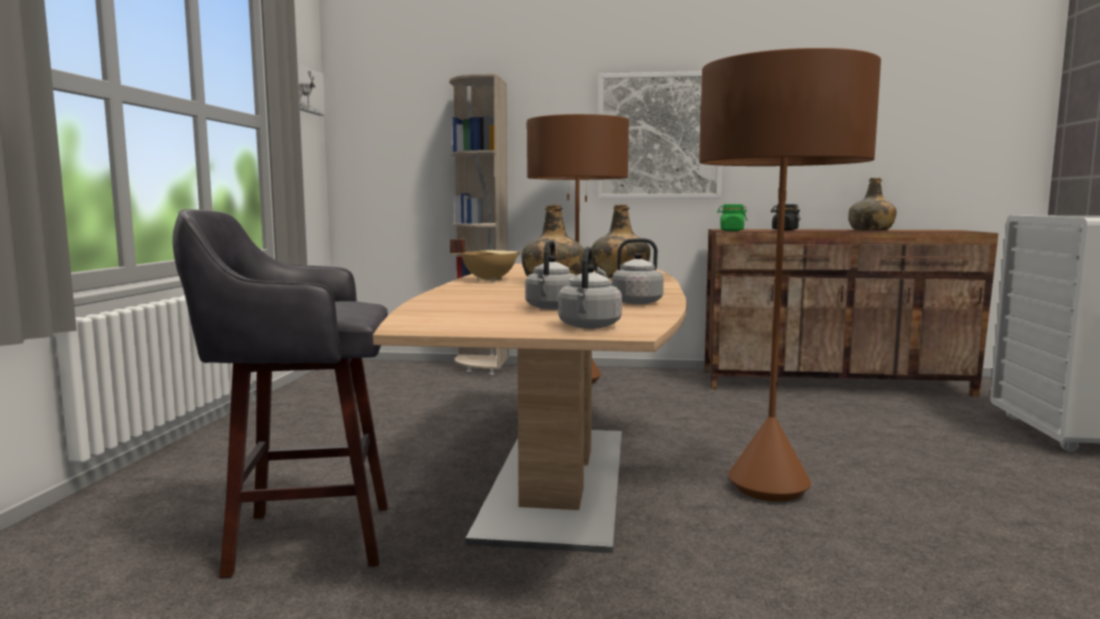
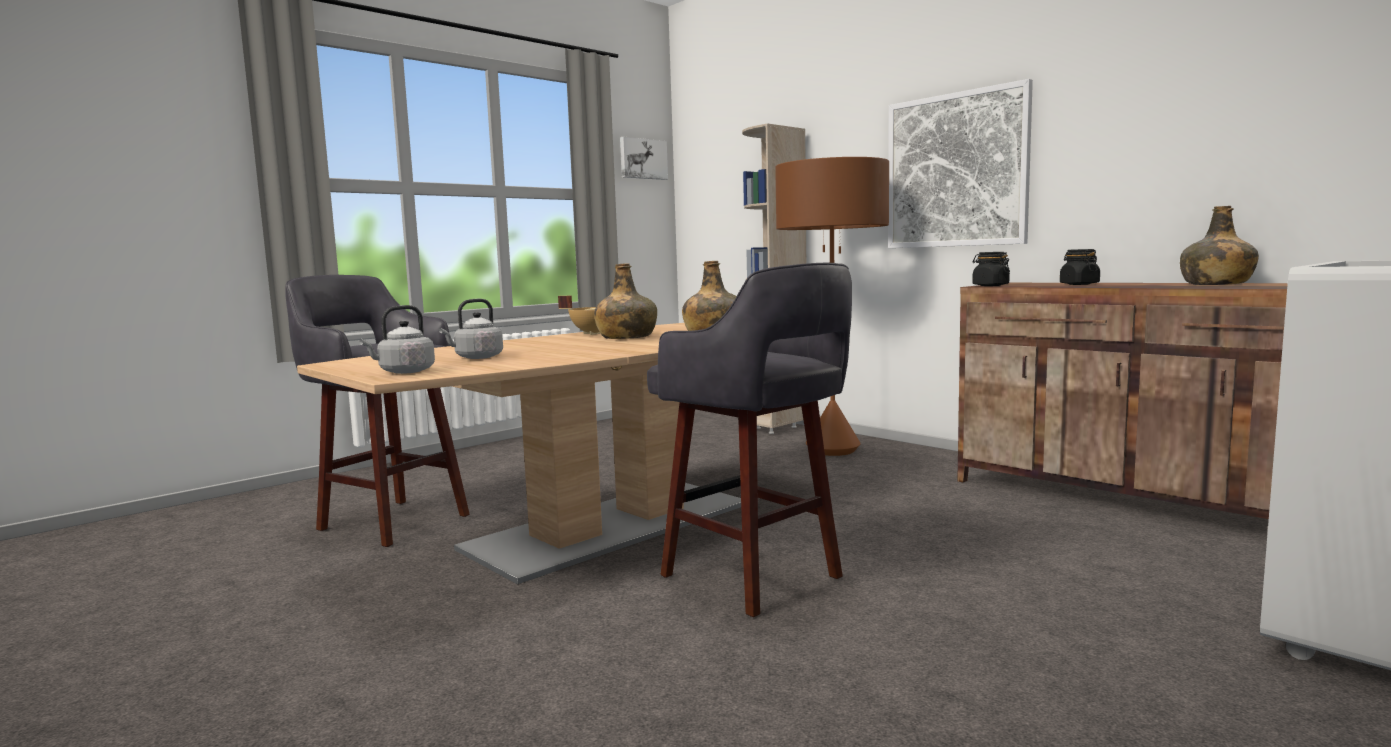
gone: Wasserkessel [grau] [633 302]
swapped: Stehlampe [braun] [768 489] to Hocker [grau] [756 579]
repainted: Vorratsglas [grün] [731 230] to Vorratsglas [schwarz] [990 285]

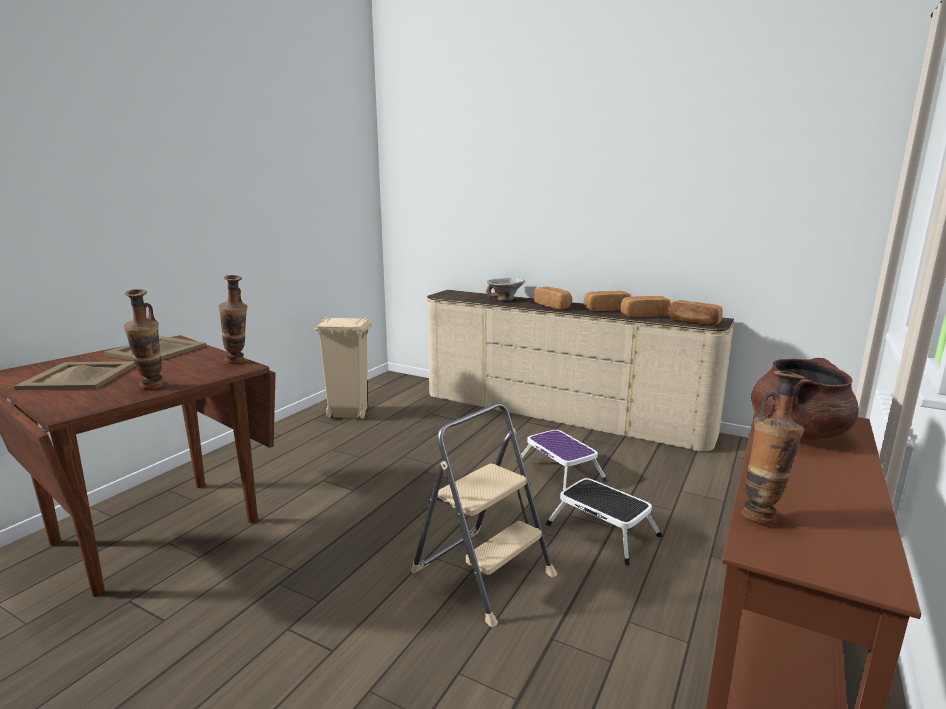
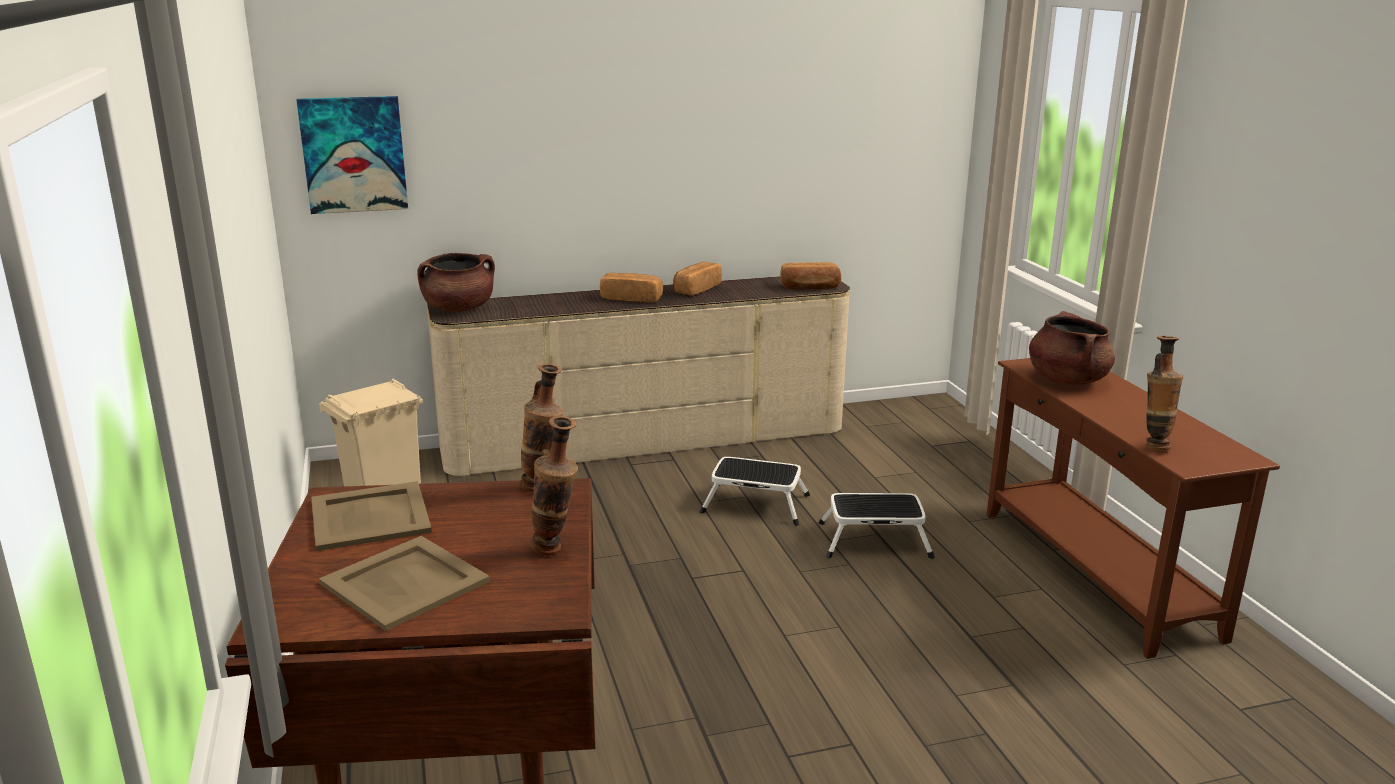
gone: Schüssel [505 300]; Brot [644 315]; Trittleiter [beige] [479 570]
new: Bild [354 154]; Kochtopf [braun] [459 309]
repainted: Trittleiter [lila] [559 471] to Trittleiter [schwarz] [755 504]

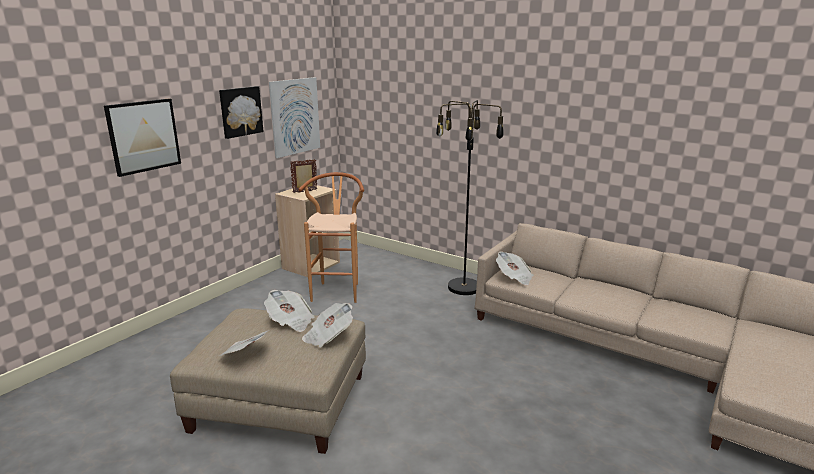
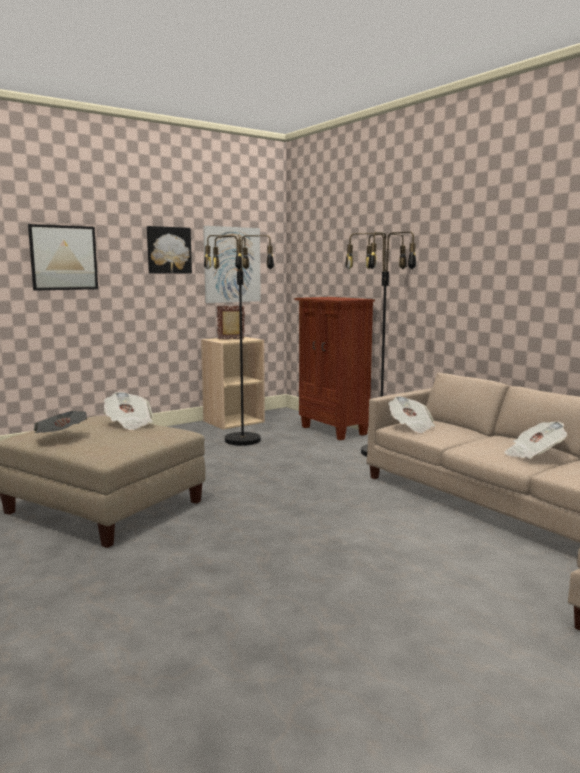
new: Schrank [braun] [332 431]
shifted: Zeitung [328 336] to [533 454]
swapped: Hocker [braun] [337 290] to Stehlampe [241 440]

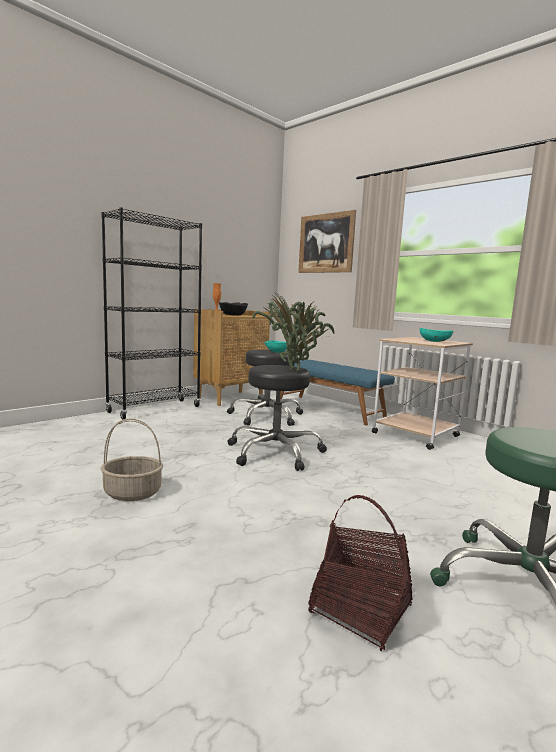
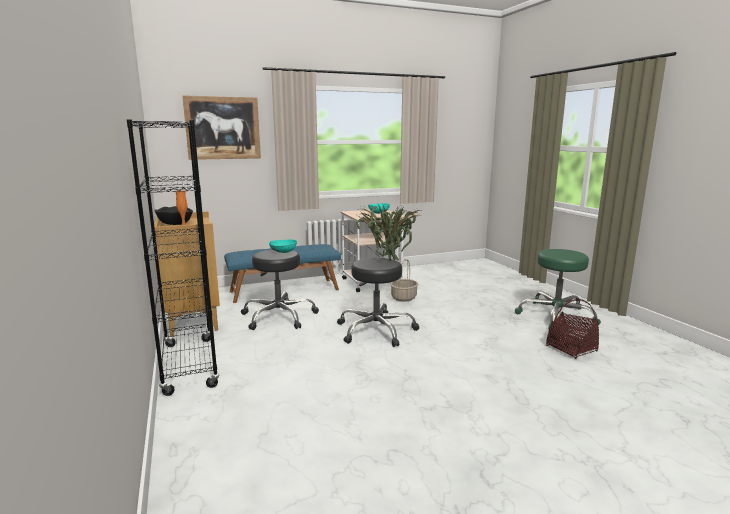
shifted: Korb [133 493] to [403 297]

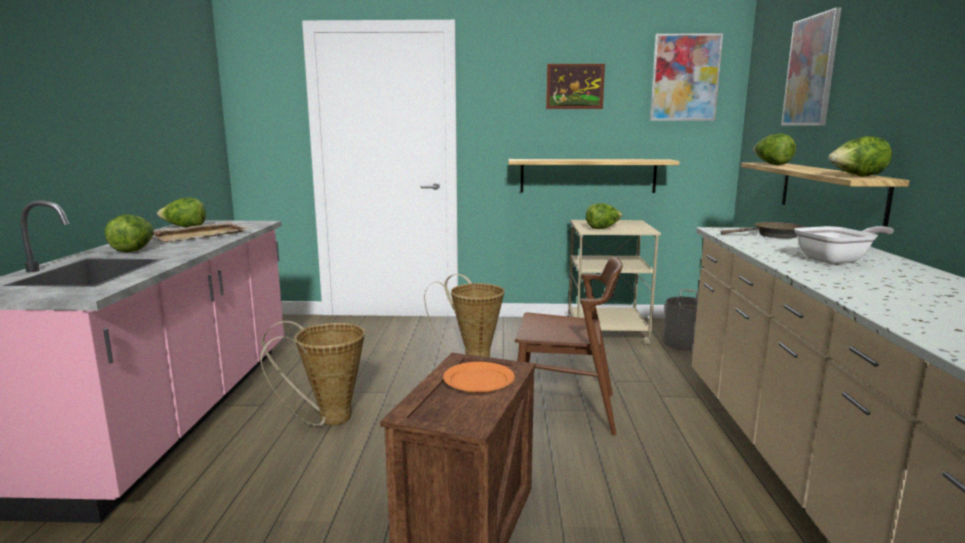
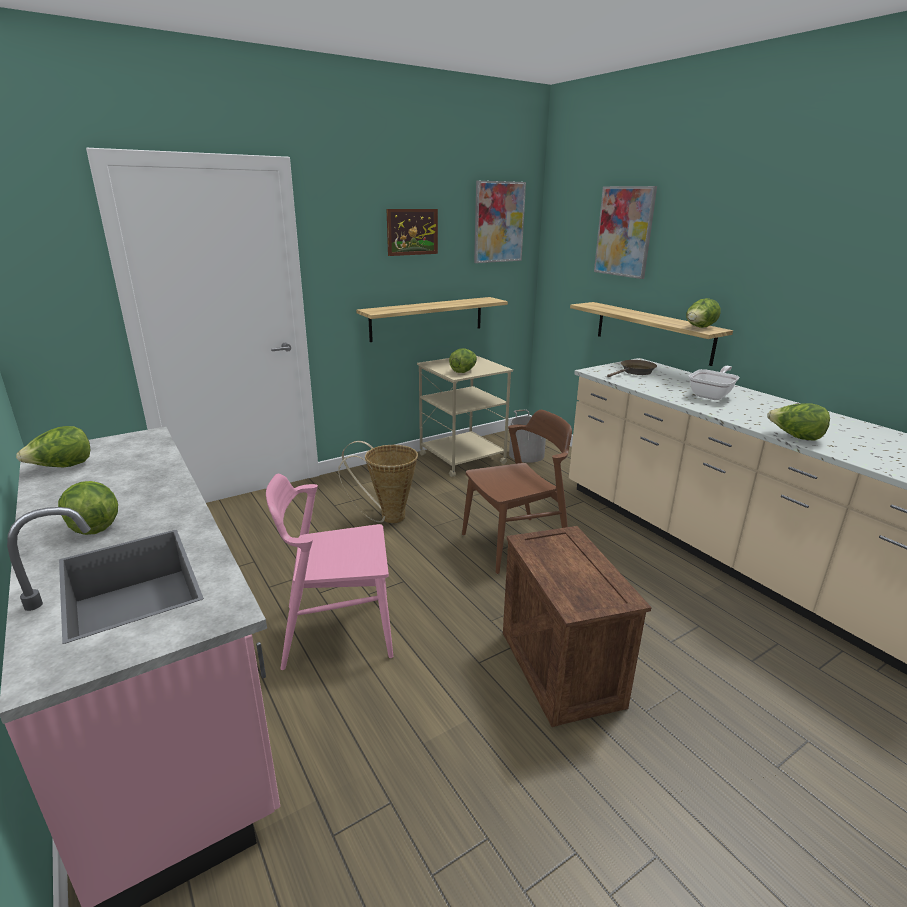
gone: Tablett [beige] [200 235]; Teller [orange] [478 380]
shifted: Salatkopf [771 164] to [795 437]
swapped: Korb [327 419] to Stuhl [rosa] [337 630]

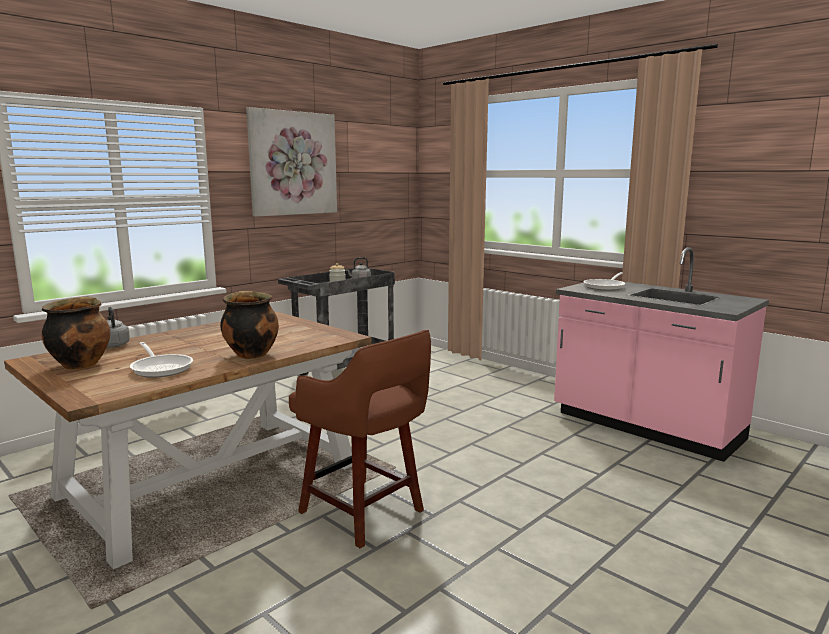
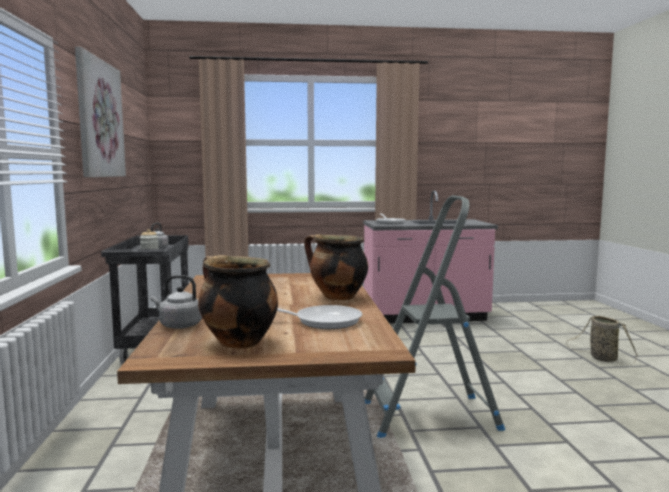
new: Korb [601 358]
swapped: Hocker [braun] [364 514] to Trittleiter [grau] [428 416]

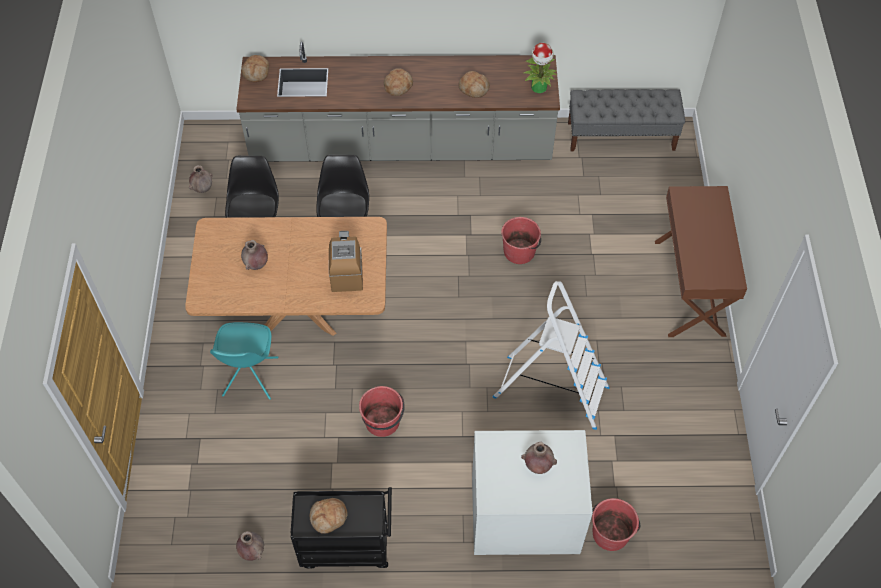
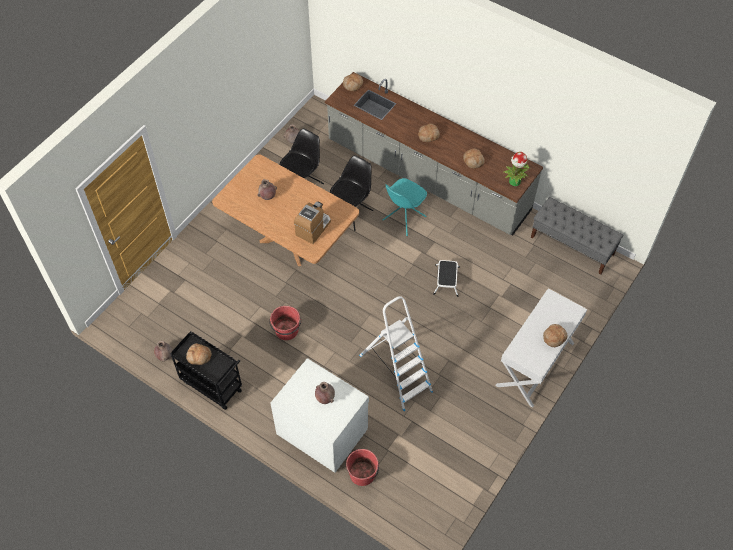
new: Brot [554 337]
shifted: Stuhl [türkis] [250 378] to [403 219]
swapped: Eimer [rot] [519 251] to Trittleiter [schwarz] [446 280]
repainted: Konsolentisch [braun] [690 287] to Konsolentisch [weiß] [535 364]

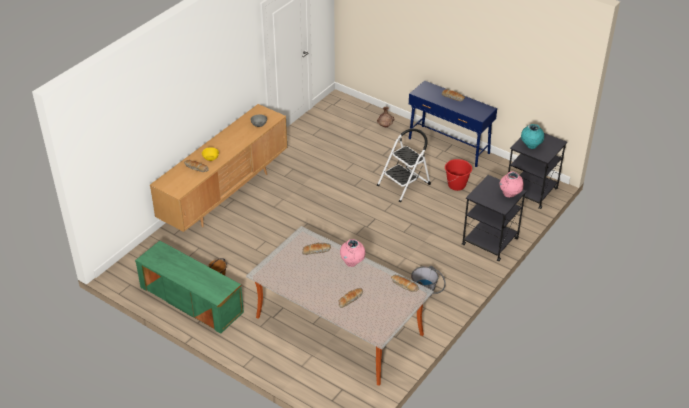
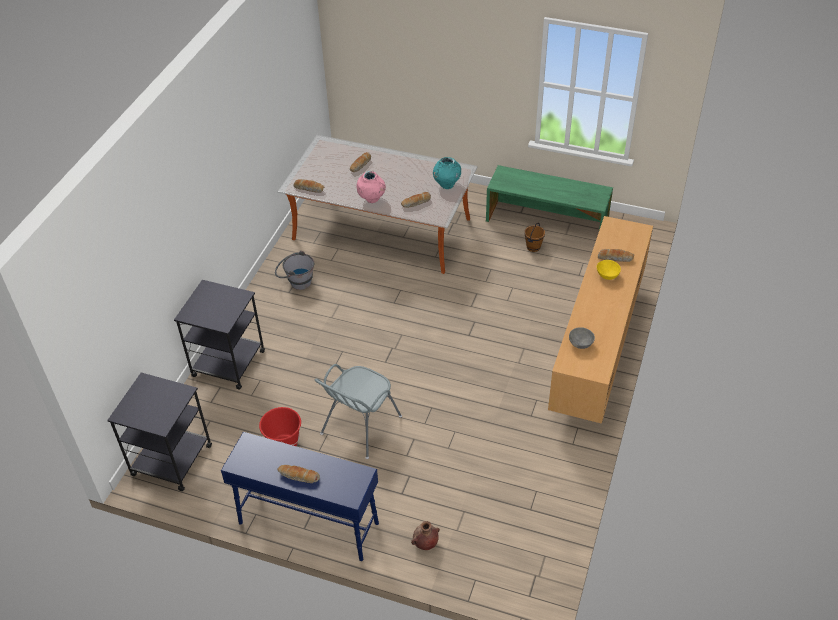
gone: Vase [rosa] [510 194]
shifted: Vase [türkis] [531 146] to [446 185]
swapped: Trittleiter [405 184] to Stuhl [grau] [359 427]

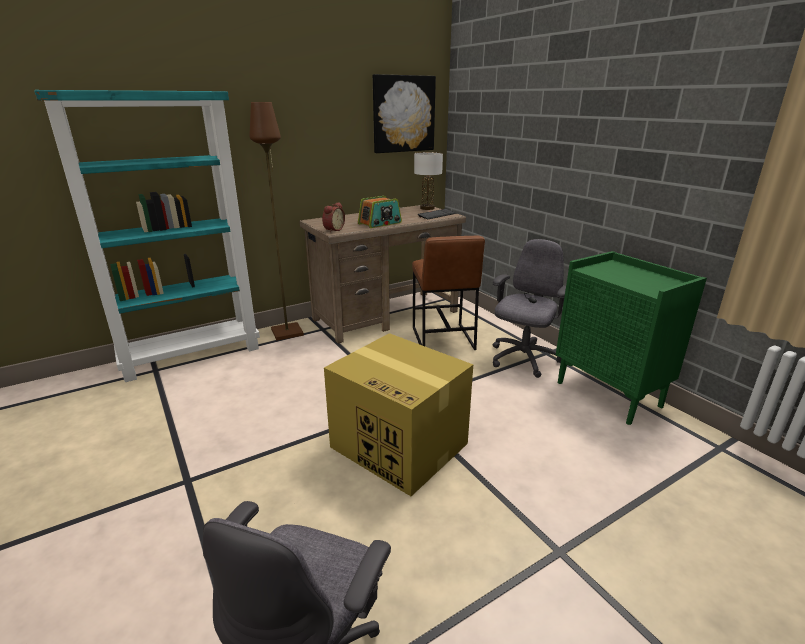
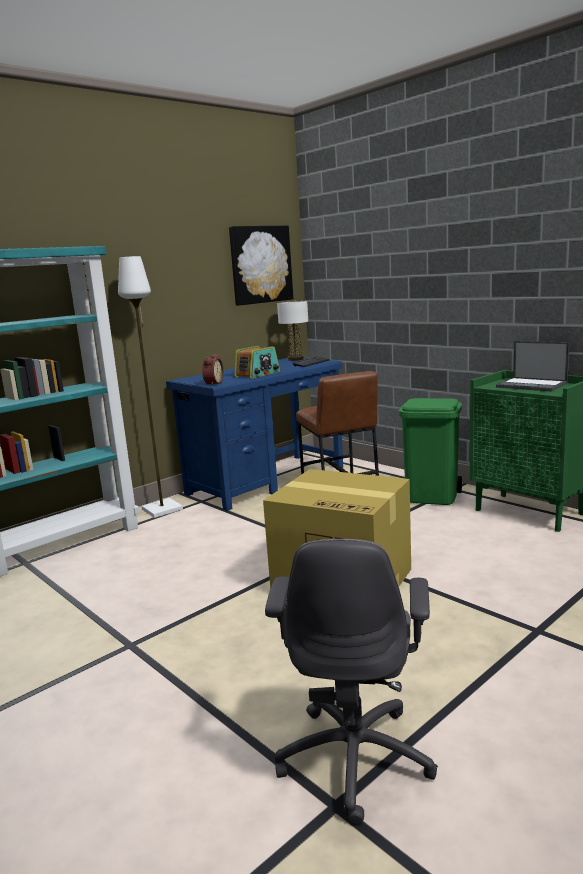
new: Laptop [532 385]
swapped: Bürostuhl [grau] [523 359] to Mülleimer [grün] [432 497]
repainted: Stehlampe [braun] [287 332] to Stehlampe [weiß] [162 509]; Schreibtisch [braun] [385 315] to Schreibtisch [blau] [266 480]

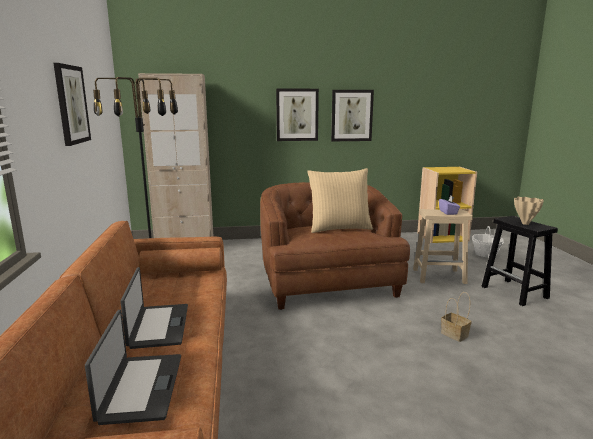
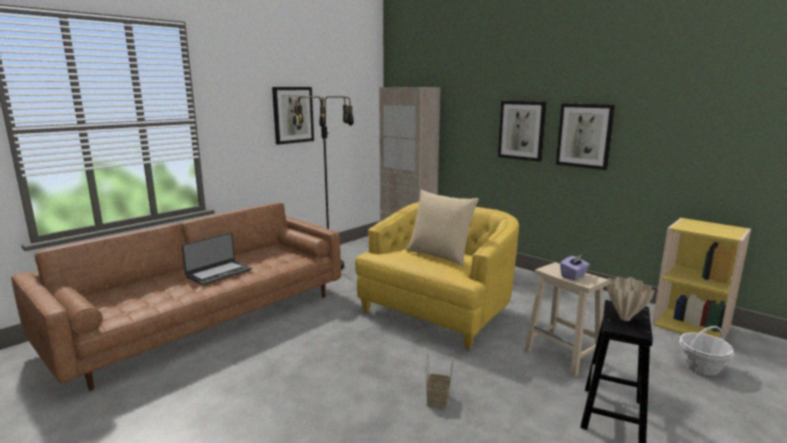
gone: Laptop [140 387]
repainted: Sessel [braun] [327 284] to Sessel [gelb] [438 311]

